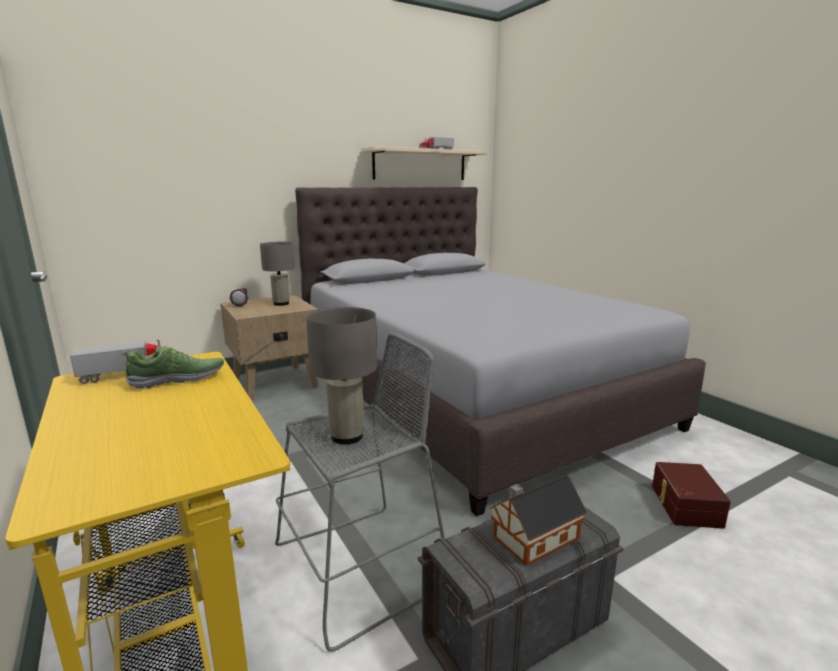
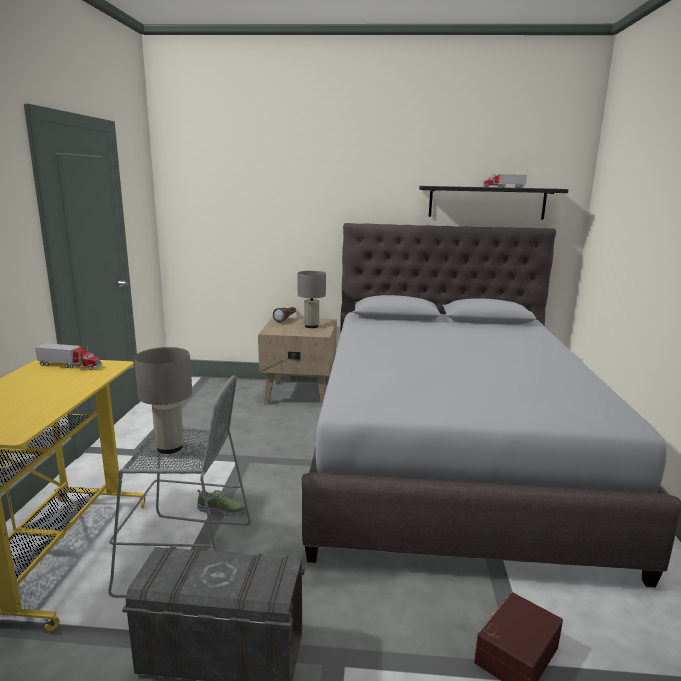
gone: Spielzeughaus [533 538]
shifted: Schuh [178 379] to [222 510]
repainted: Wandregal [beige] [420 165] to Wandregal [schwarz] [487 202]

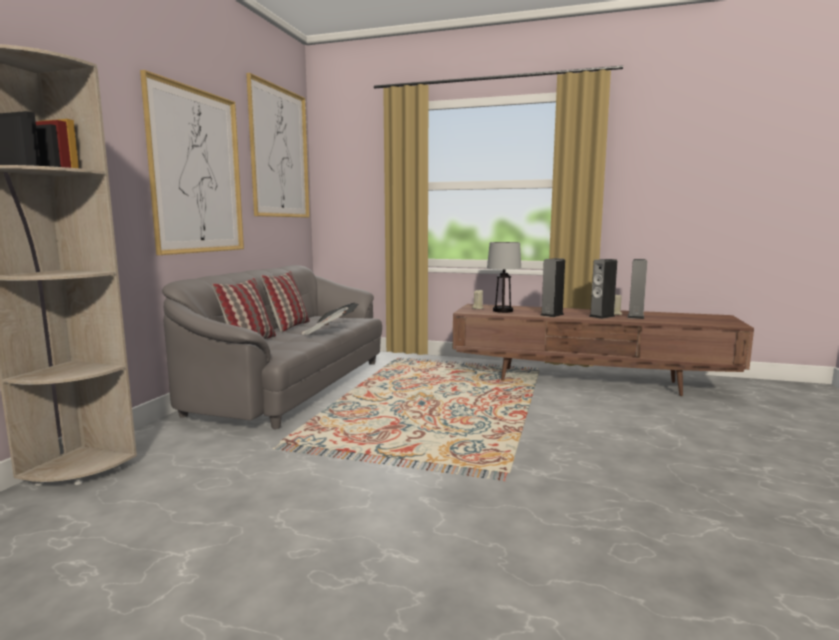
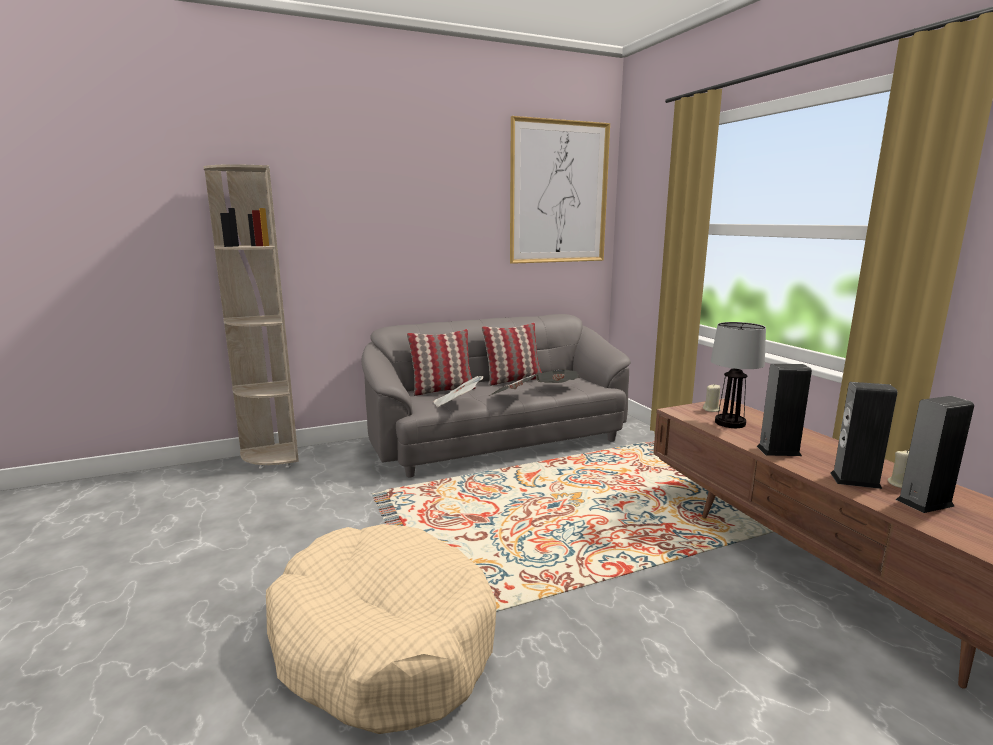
gone: Bild [197 172]
new: Zeitung [457 404]; Hundebett [beige] [382 642]

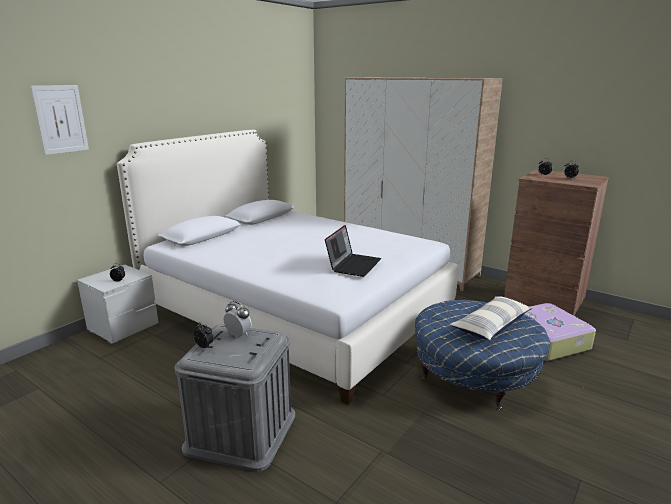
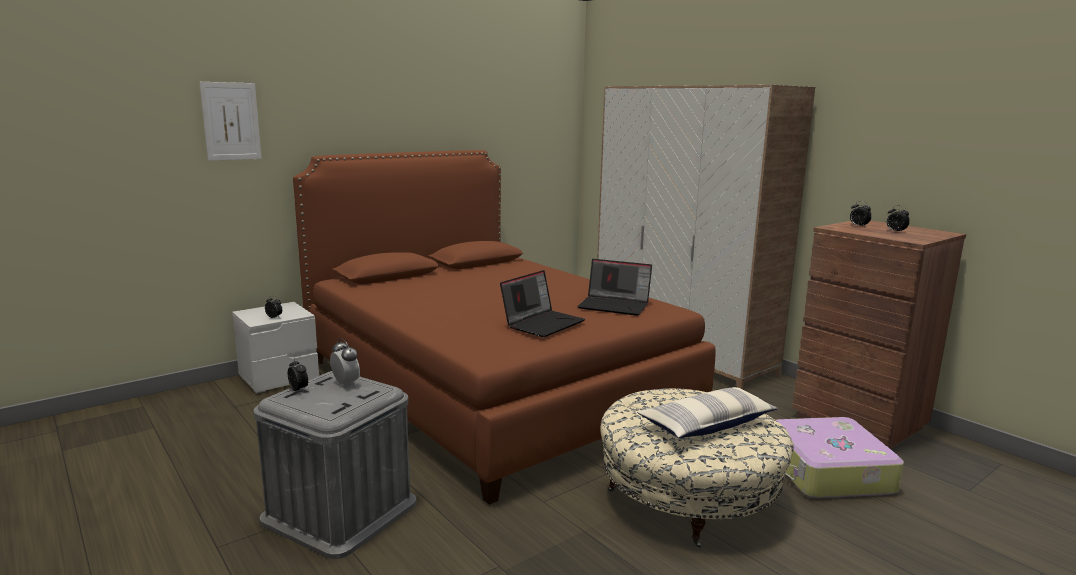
new: Laptop [615 305]
repainted: Bett [weiß] [295 311] to Bett [braun] [491 386]; Polsterhocker [blau] [474 375] to Polsterhocker [beige] [688 499]

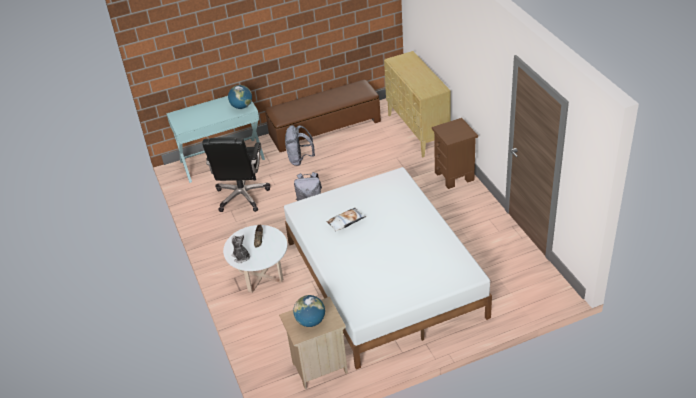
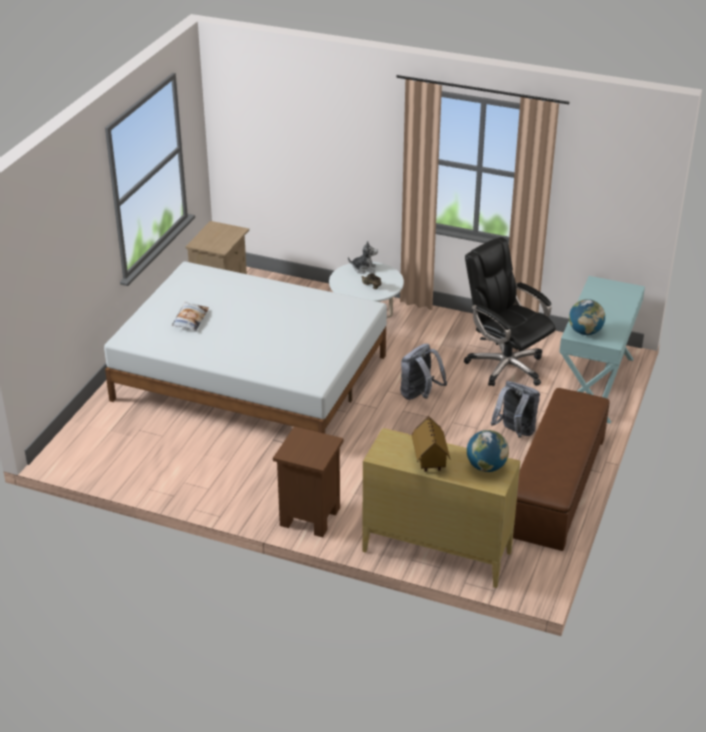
new: Spielzeughaus [429 461]
shifted: Kissen [346 222] to [190 319]; Globus [310 321] to [486 467]

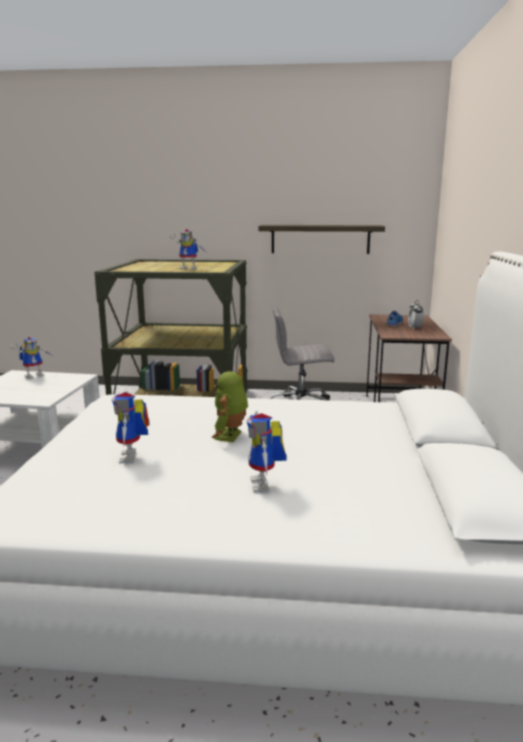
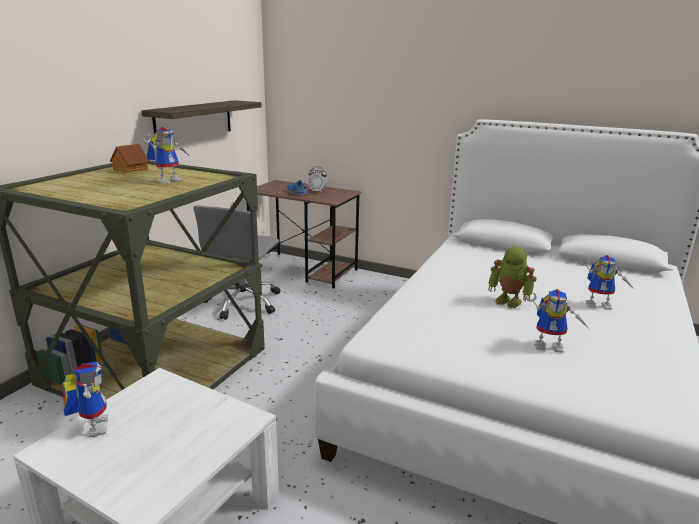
new: Spielzeughaus [130 169]

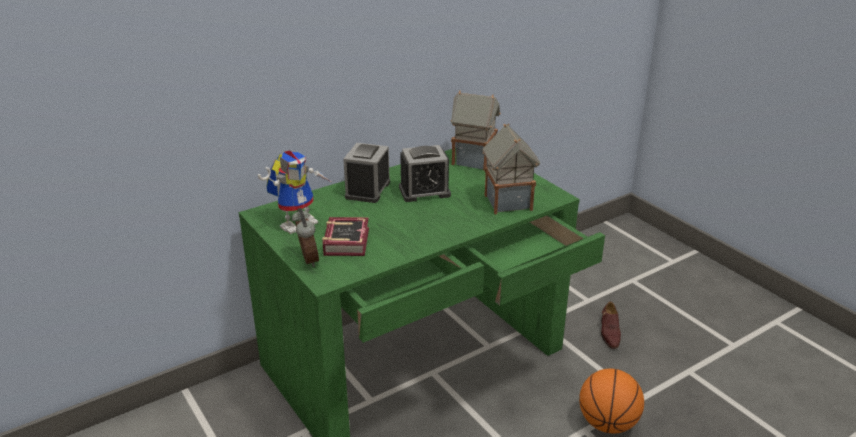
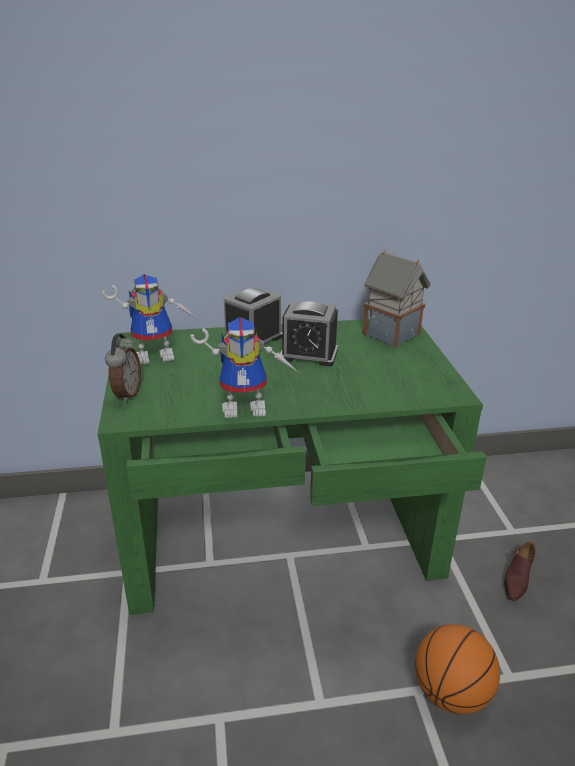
gone: Spielzeughaus [507 202]; Buch [348 240]
new: Spielzeugroboter [247 407]

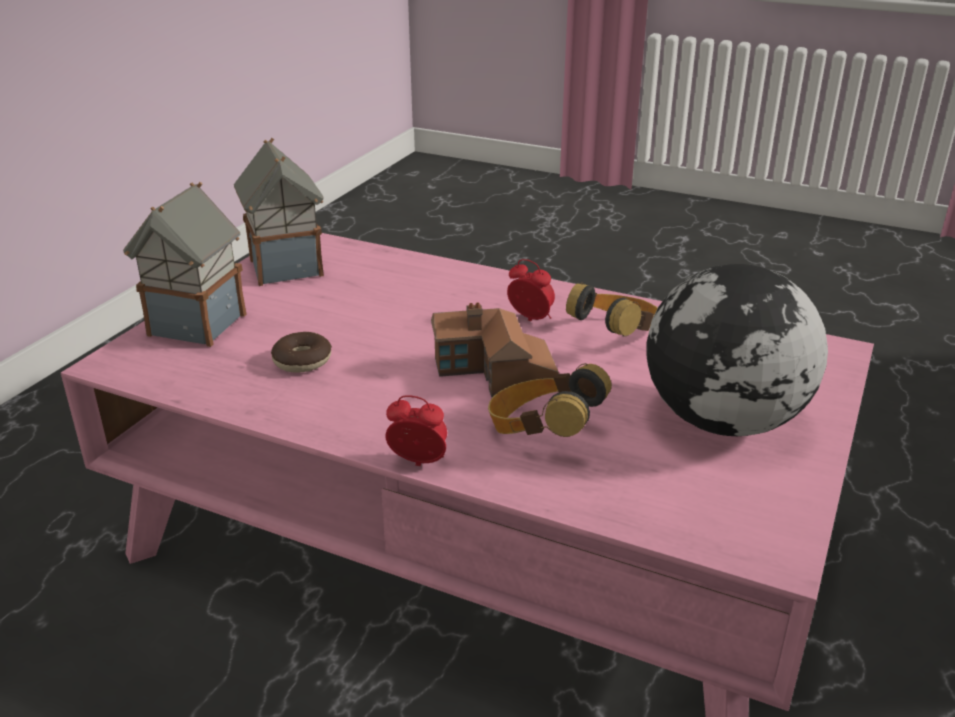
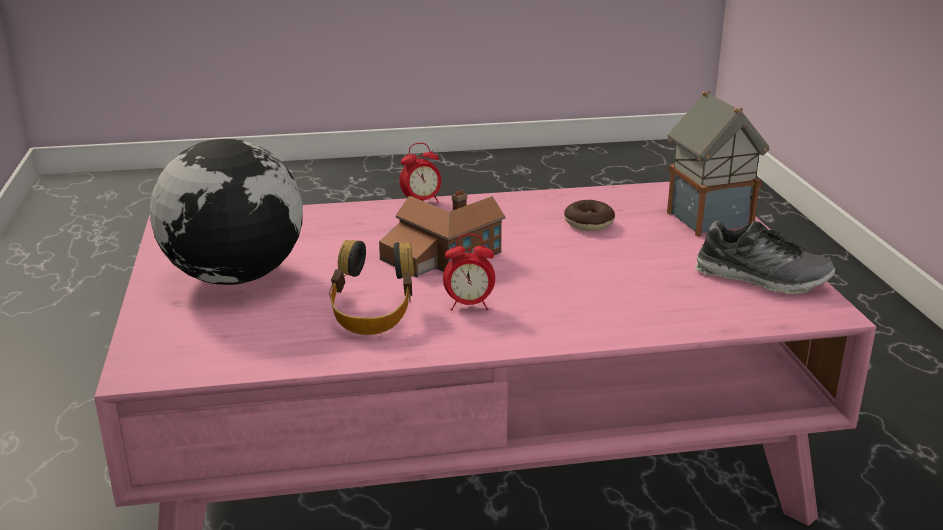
gone: Kopfhörer [542 432]
swapped: Spielzeughaus [287 269] to Schuh [761 278]

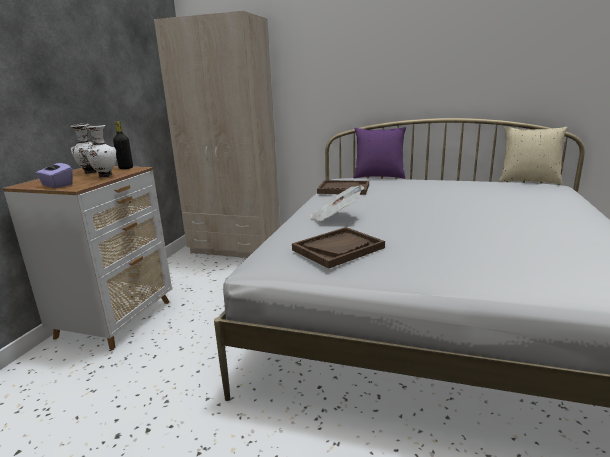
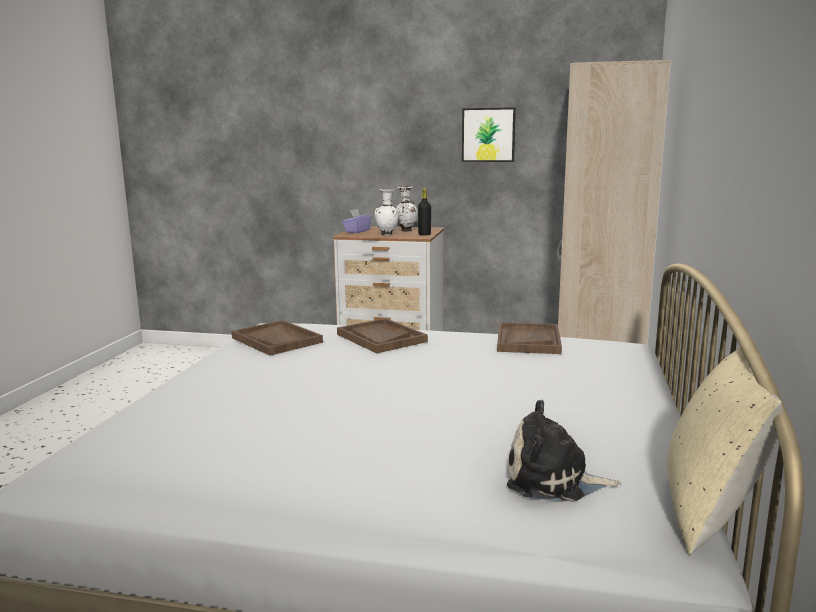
gone: Kissen [lila] [379 176]
new: Bild [488 135]; Plüschtier [553 480]
swapped: Zeitung [335 217] to Tablett [braun] [381 338]

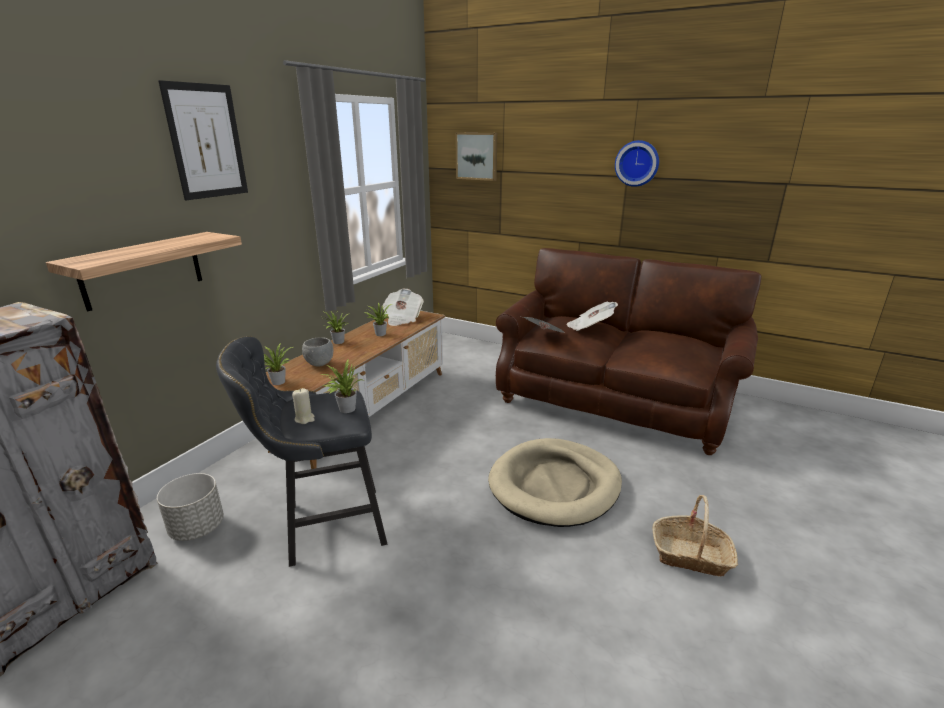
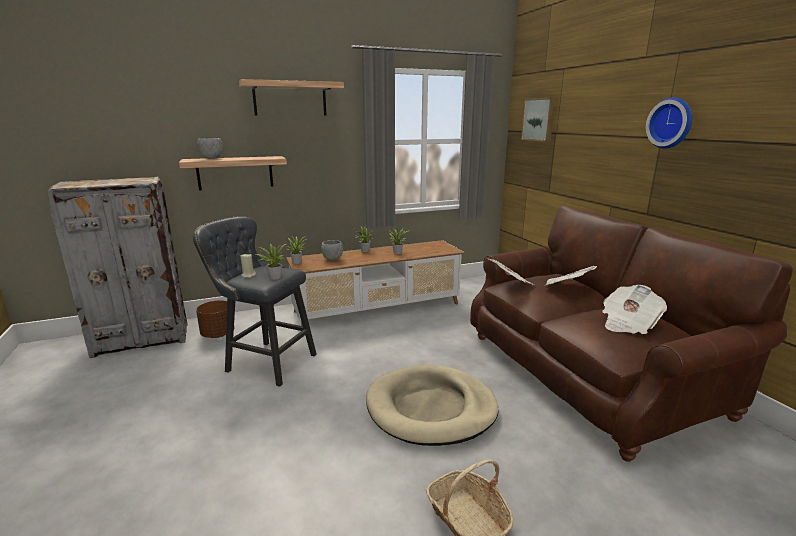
new: Schüssel [grau] [212 158]
shifted: Zeitung [402 318] to [628 323]
swapped: Bild [206 141] to Wandregal [290 99]
repainted: Pflanzkübel [grau] [197 528] to Pflanzkübel [braun] [218 334]

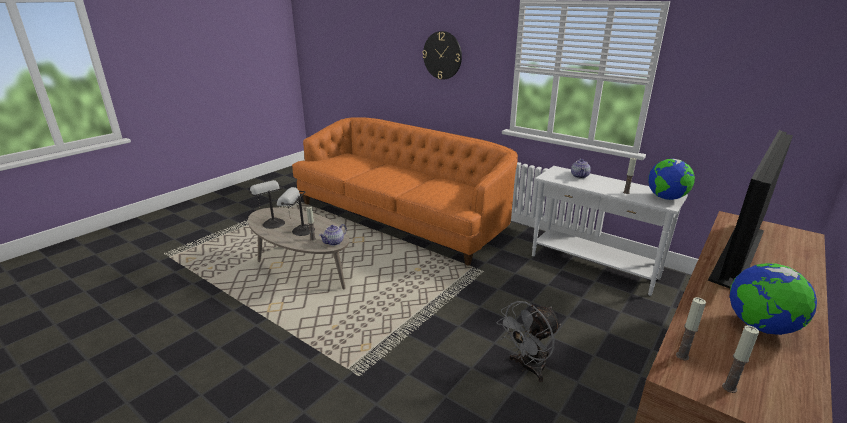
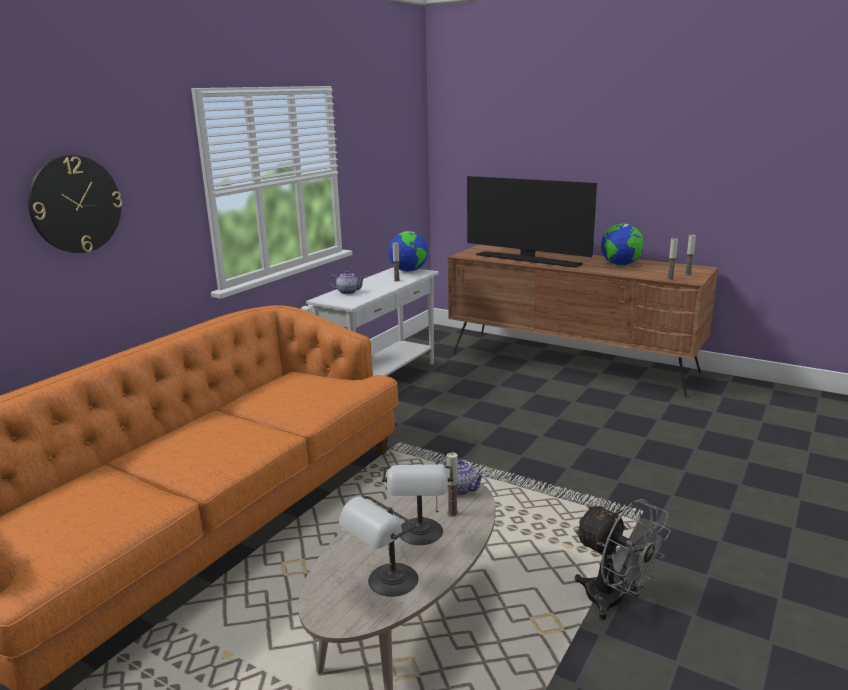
shifted: Ventilator [grau] [527 368] to [614 602]

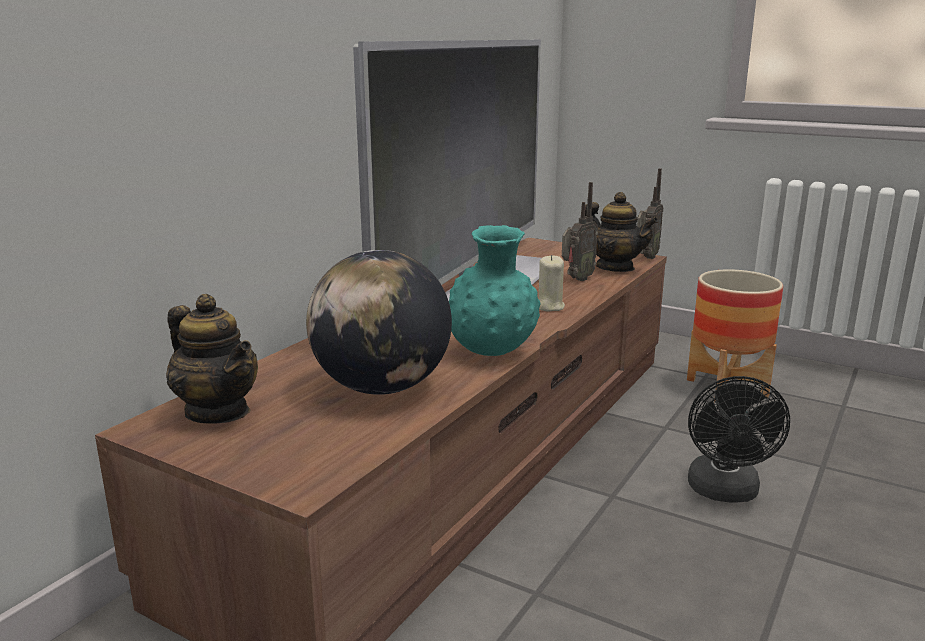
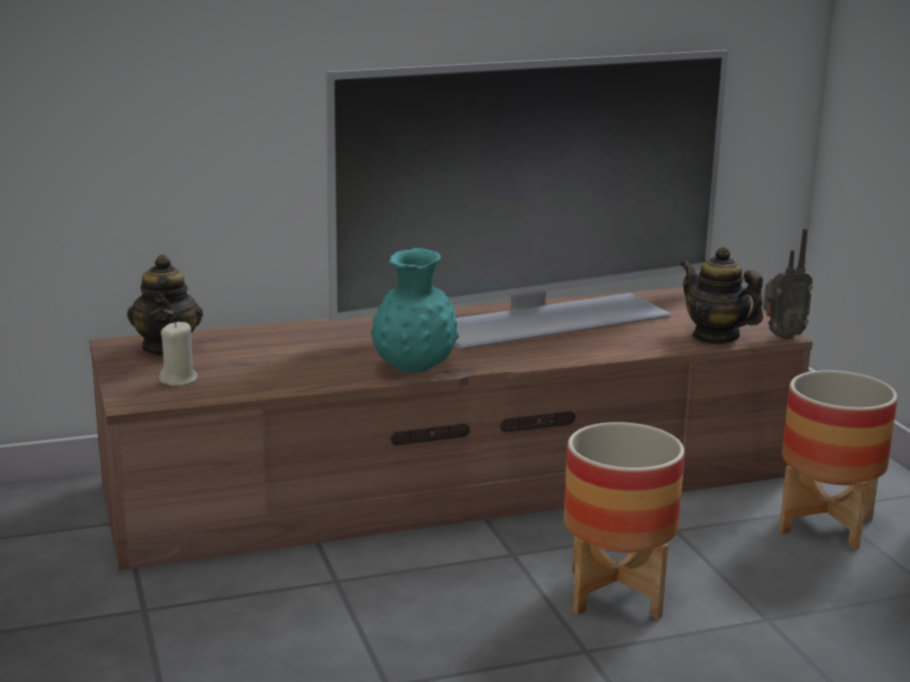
gone: Radio [576 279]; Globus [381 388]
shifted: Kerze [beige] [549 307] to [179 380]
swapped: Ventilator [schwarz] [725 492] to Pflanzkübel [616 594]
rotated: Teekanne [615 268] = [715 337] 150 degrees clockwise

